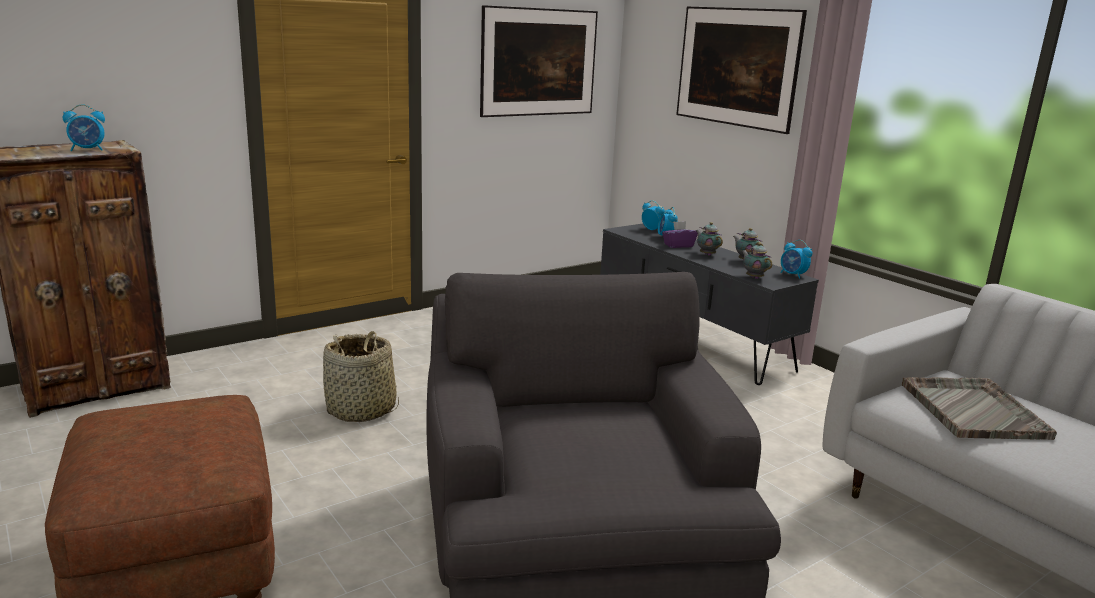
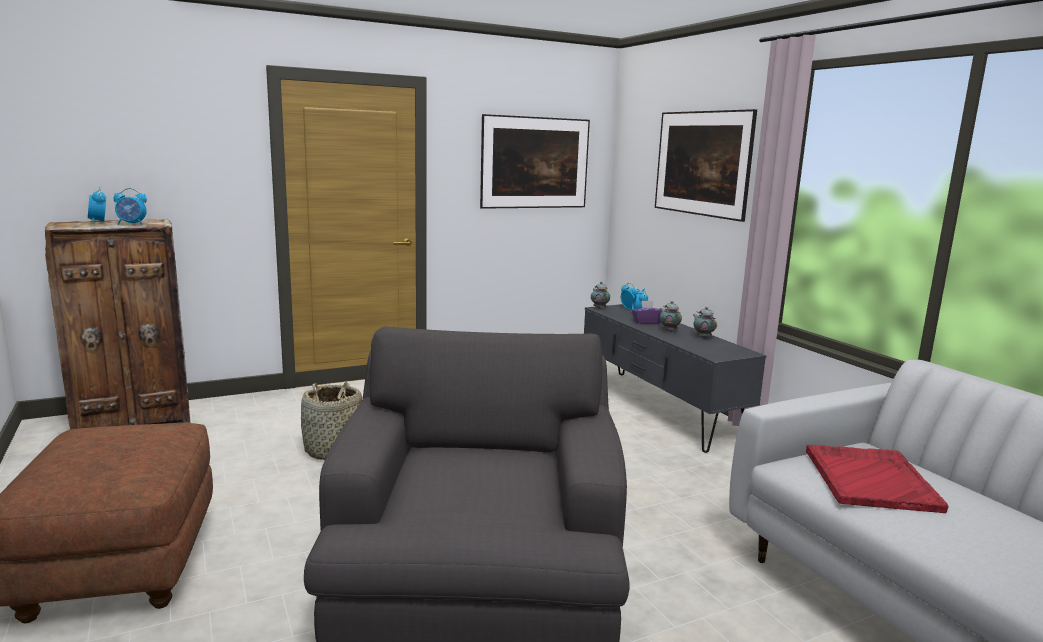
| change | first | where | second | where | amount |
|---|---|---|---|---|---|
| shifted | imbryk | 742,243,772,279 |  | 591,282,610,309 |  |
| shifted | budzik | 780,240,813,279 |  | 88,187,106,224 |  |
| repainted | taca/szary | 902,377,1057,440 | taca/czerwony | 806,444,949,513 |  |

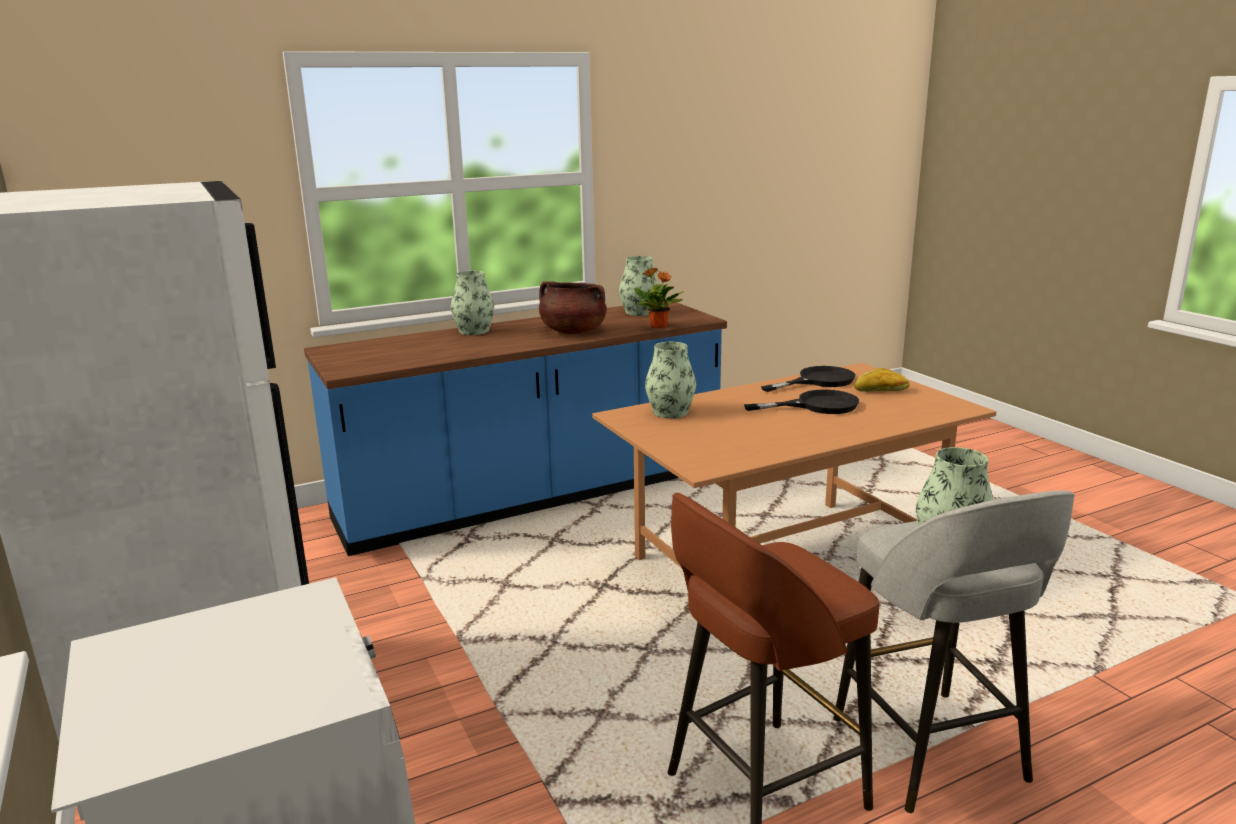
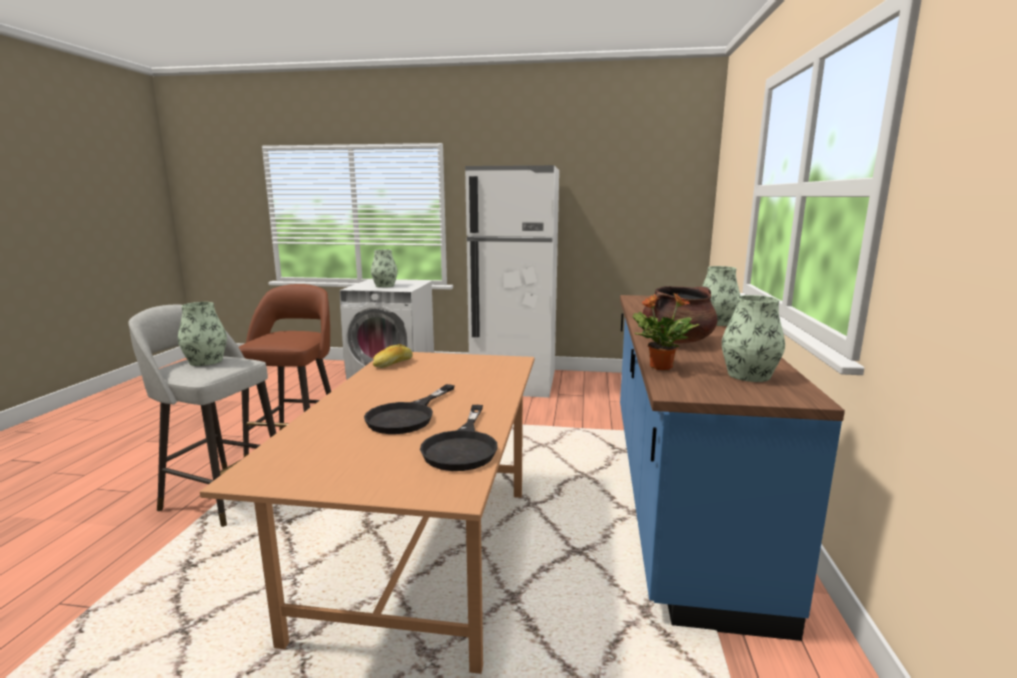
| change | first | where | second | where | amount |
|---|---|---|---|---|---|
| shifted | wazon | 645,342,696,419 |  | 371,249,398,288 |  |
| shifted | chleb | 854,368,910,392 |  | 373,344,413,368 |  |

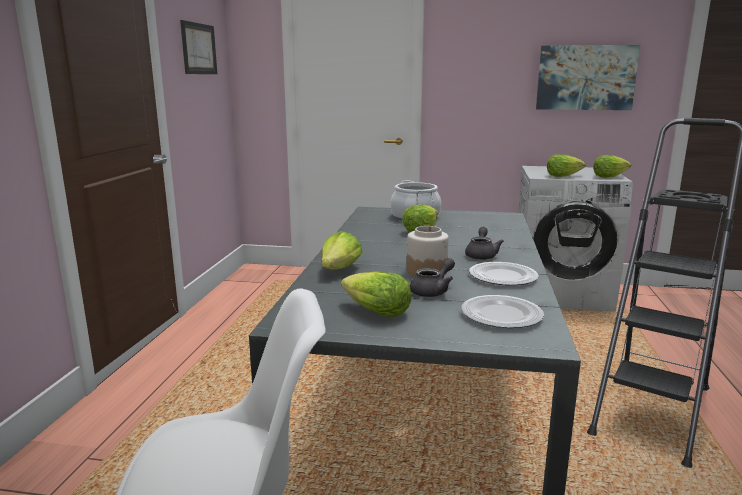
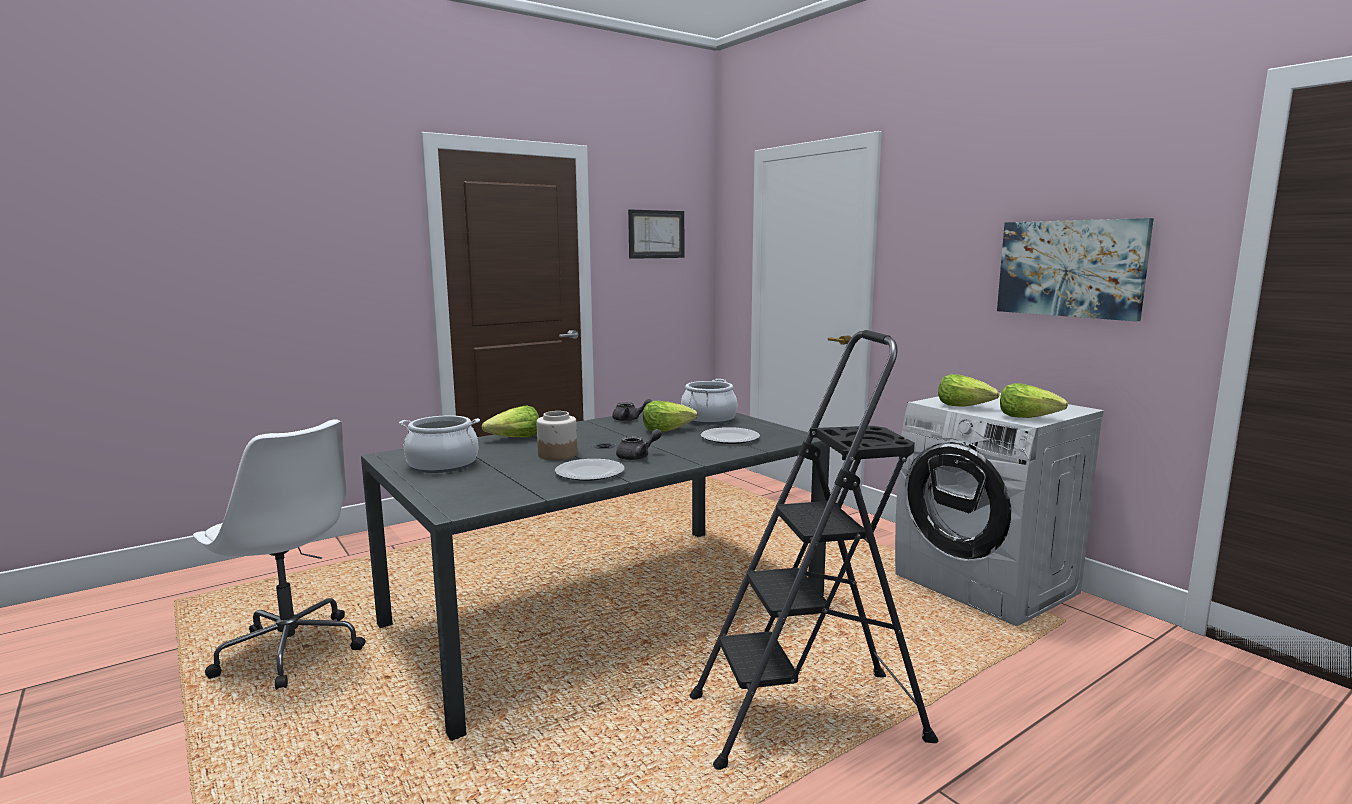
| change | first | where | second | where | amount |
|---|---|---|---|---|---|
| shifted | imbryk/szary | 410,258,455,297 |  | 612,399,652,421 |  |
| shifted | talerz | 461,295,544,328 |  | 701,427,760,444 |  |
| swapped | sałata | 341,272,411,317 | garnek | 399,416,480,473 |  |

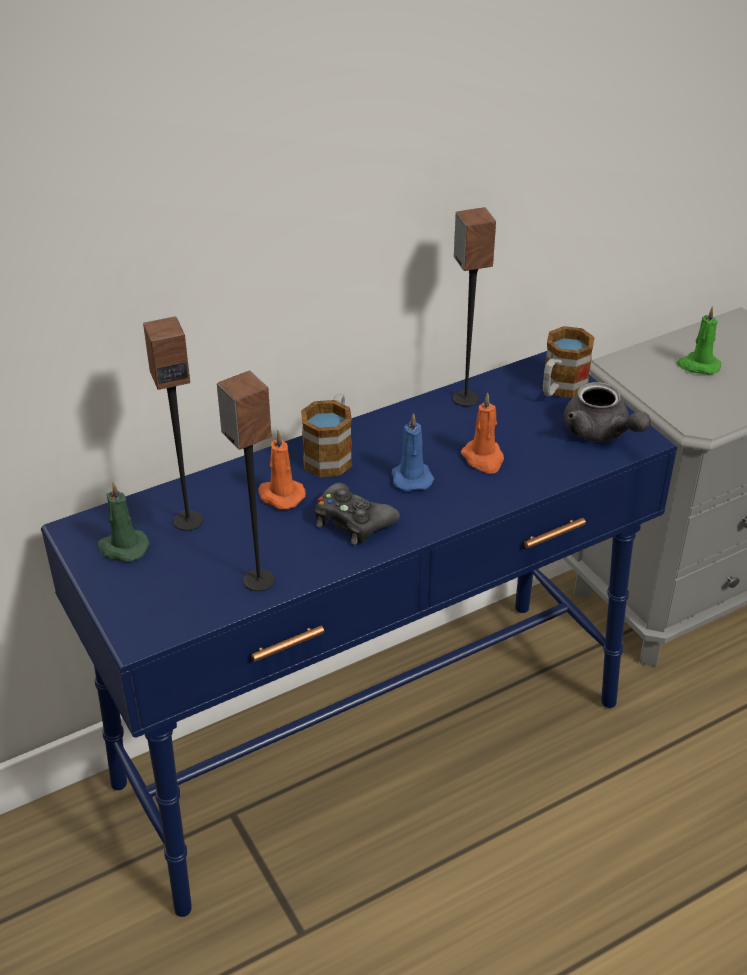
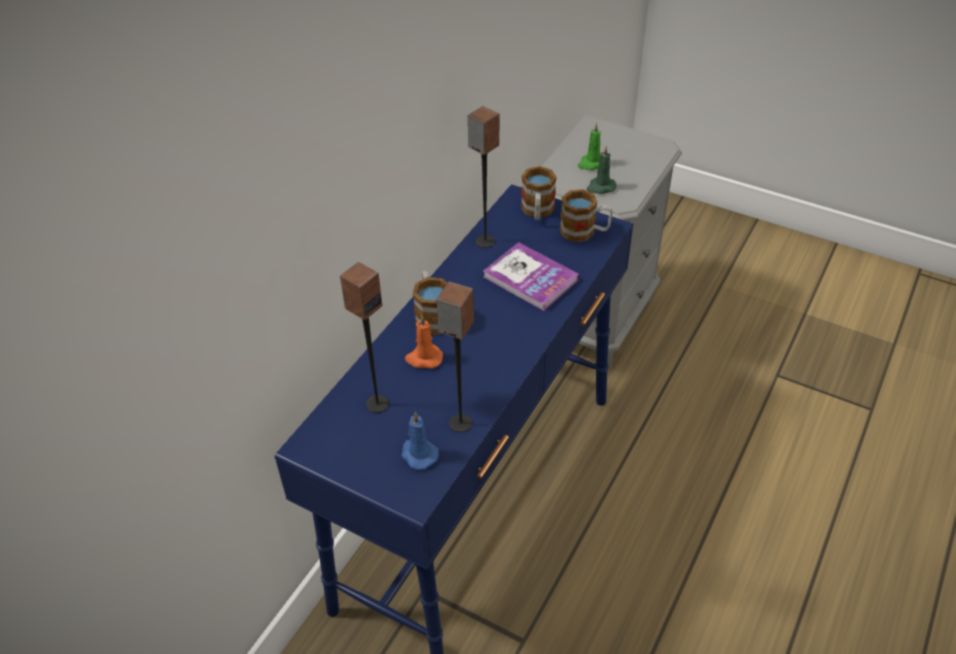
| change | first | where | second | where | amount |
|---|---|---|---|---|---|
| gone | pad do gier/czarny | 315,483,400,545 |  |  |  |
| shifted | świeca/zielony | 97,482,150,562 |  | 586,146,616,194 |  |
| shifted | świeca/niebieski | 391,413,434,491 |  | 401,412,439,470 |  |
| swapped | świeca/pomarańczowy | 461,393,504,474 | książka | 483,242,579,311 |  |
| swapped | imbryk/szary | 563,382,651,442 | kubek | 560,189,613,242 |  |

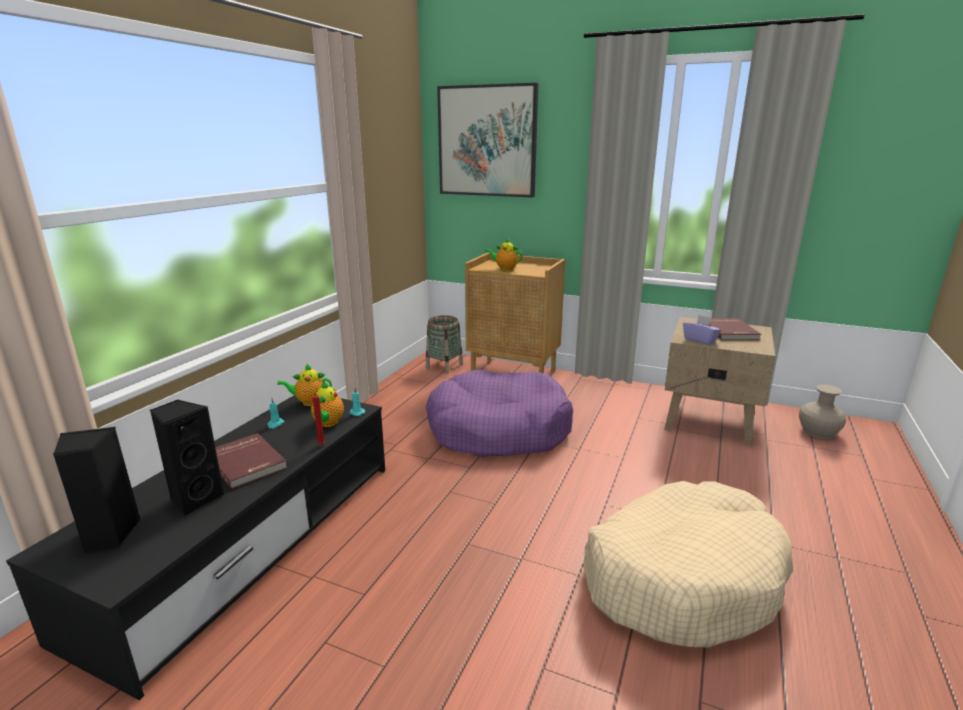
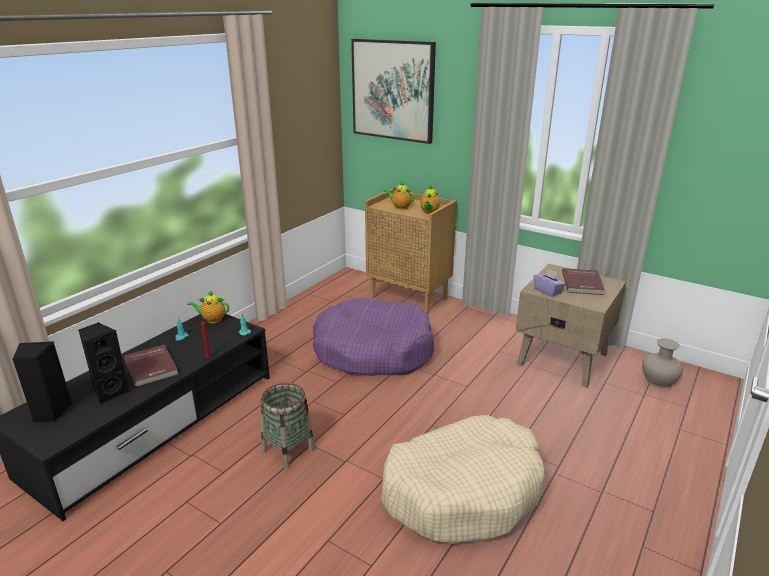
| change | first | where | second | where | amount |
|---|---|---|---|---|---|
| shifted | imbryk | 311,382,344,427 |  | 420,185,440,214 |  |
| shifted | koszyk | 426,315,463,374 |  | 261,383,315,469 |  |

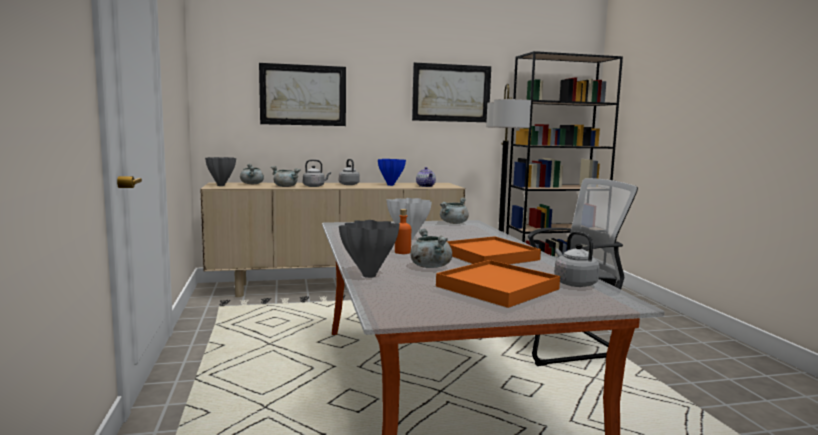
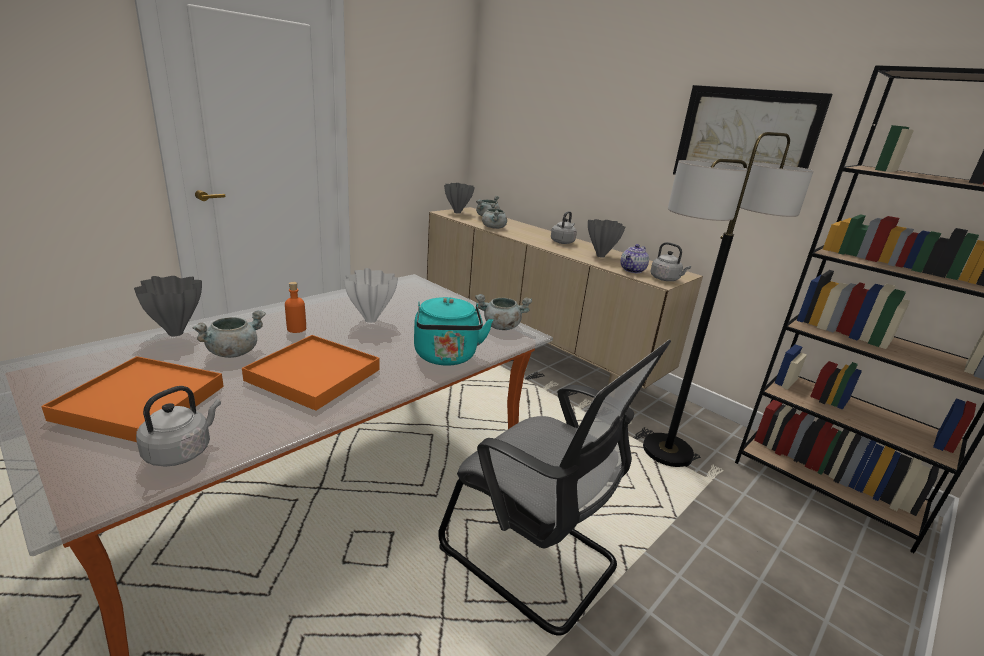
| change | first | where | second | where | amount |
|---|---|---|---|---|---|
| gone | obraz | 259,63,346,126 |  |  |  |
| new |  |  | czajnik/turkusowy | 414,297,493,366 |  |
| shifted | czajnik/szary | 303,159,331,187 |  | 651,242,691,281 |  |
| repainted | wazon/niebieski | 378,159,406,186 | wazon/szary | 588,219,625,258 |  |

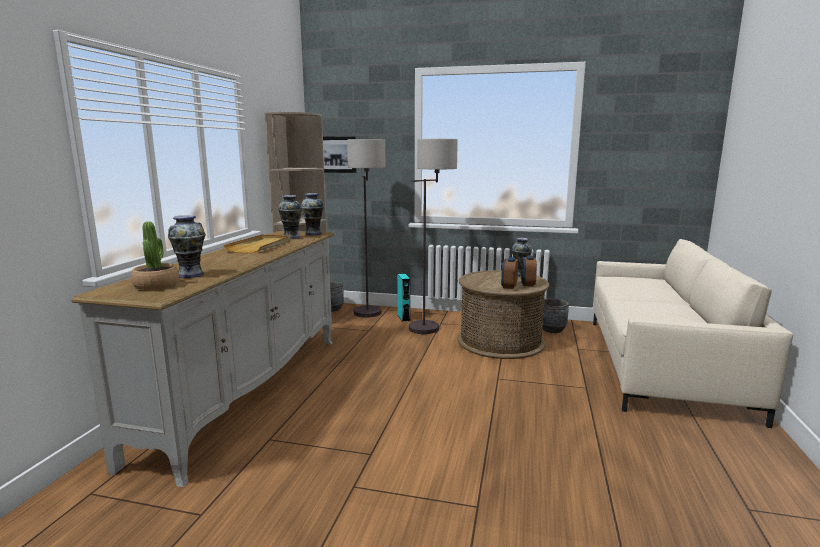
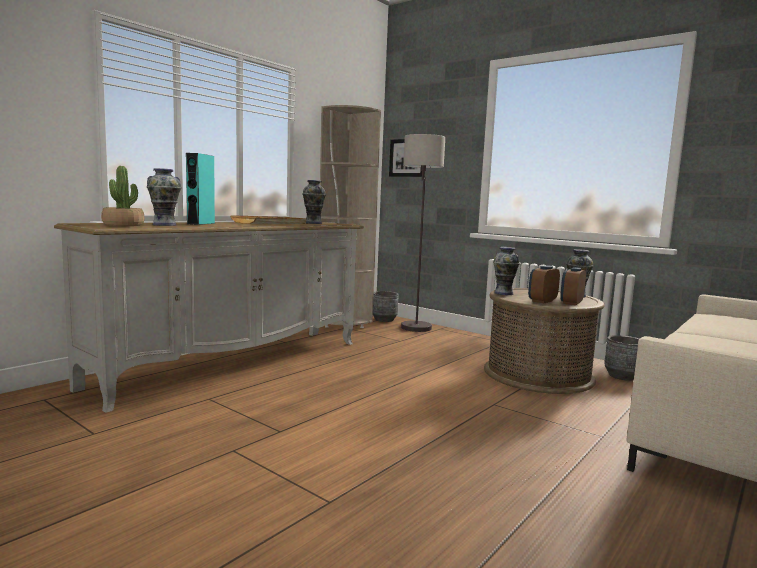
| change | first | where | second | where | amount |
|---|---|---|---|---|---|
| gone | lampa stojąca/szary | 409,139,458,334 |  |  |  |
| shifted | wazon | 301,193,324,235 |  | 493,247,520,295 |  |
| shifted | głośnik/turkusowy | 397,274,410,322 |  | 186,153,215,225 |  |

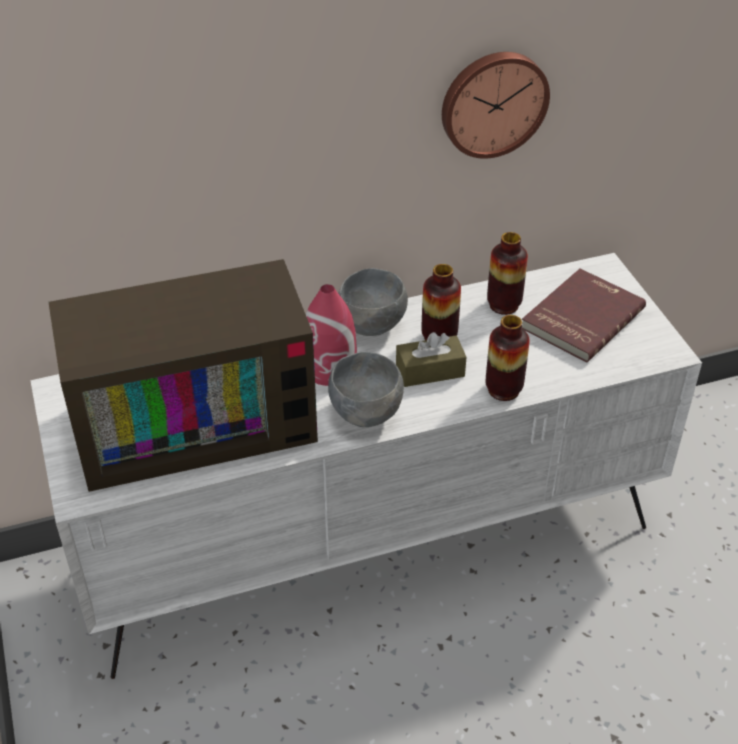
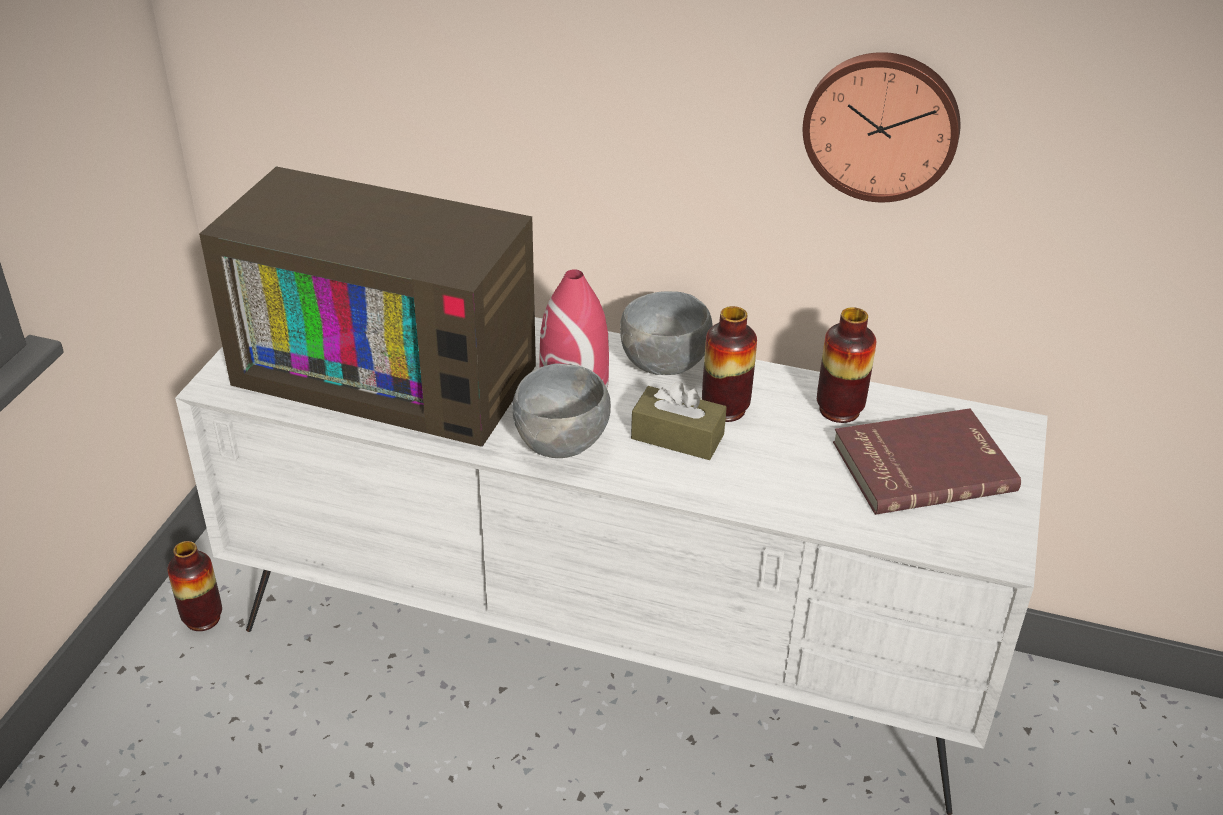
| change | first | where | second | where | amount |
|---|---|---|---|---|---|
| shifted | wazon | 486,315,530,401 |  | 167,541,222,631 |  |

